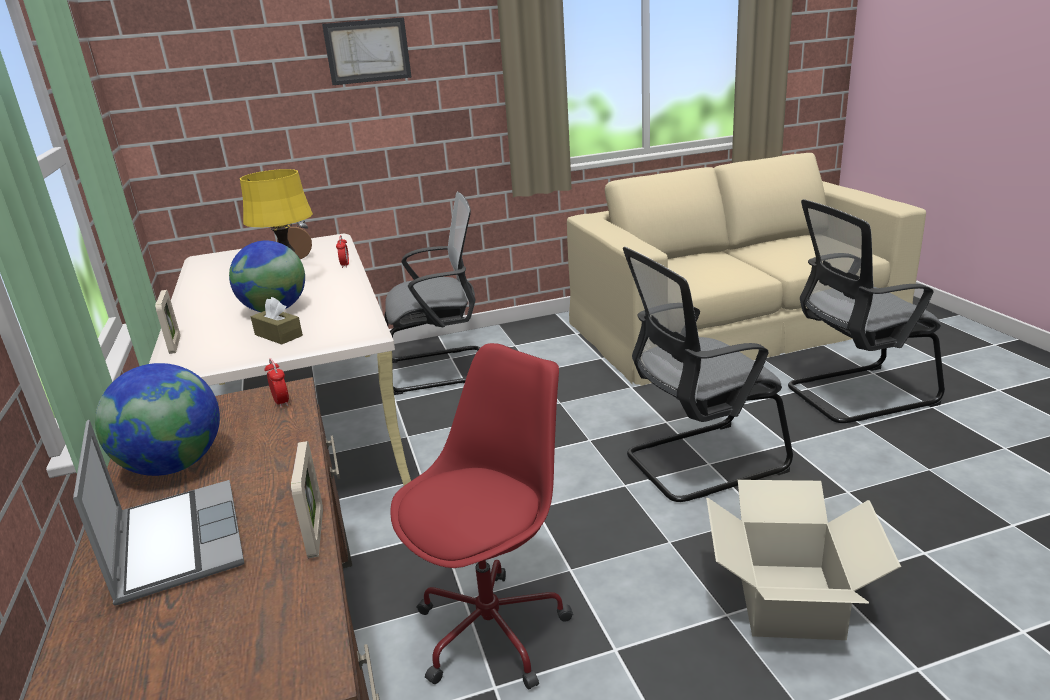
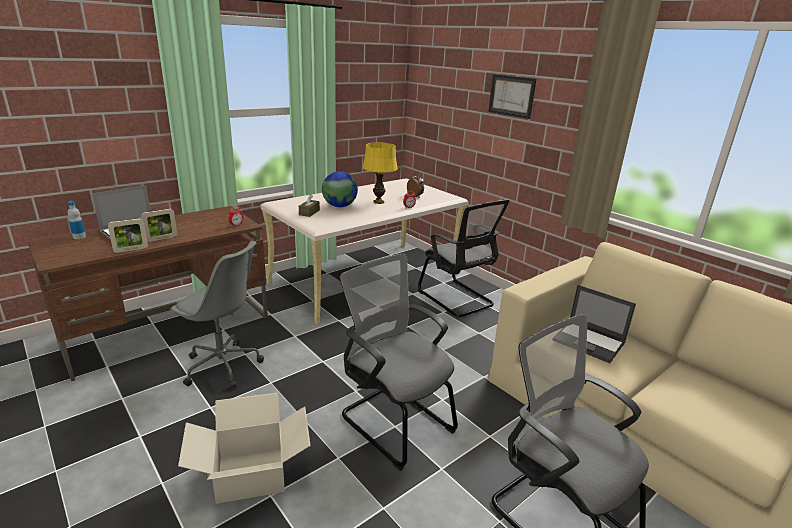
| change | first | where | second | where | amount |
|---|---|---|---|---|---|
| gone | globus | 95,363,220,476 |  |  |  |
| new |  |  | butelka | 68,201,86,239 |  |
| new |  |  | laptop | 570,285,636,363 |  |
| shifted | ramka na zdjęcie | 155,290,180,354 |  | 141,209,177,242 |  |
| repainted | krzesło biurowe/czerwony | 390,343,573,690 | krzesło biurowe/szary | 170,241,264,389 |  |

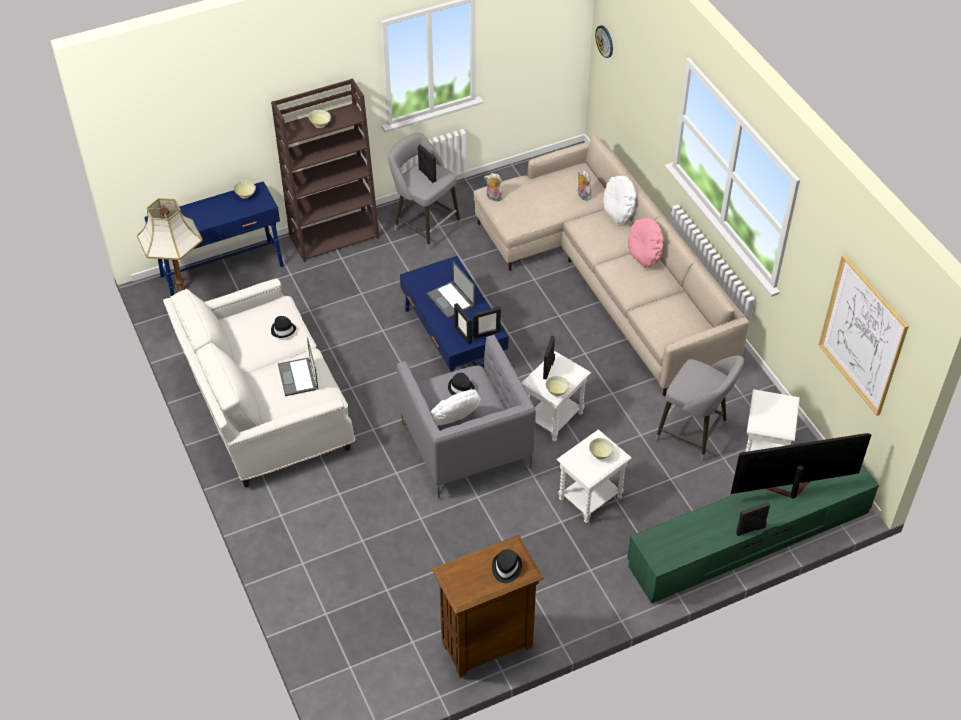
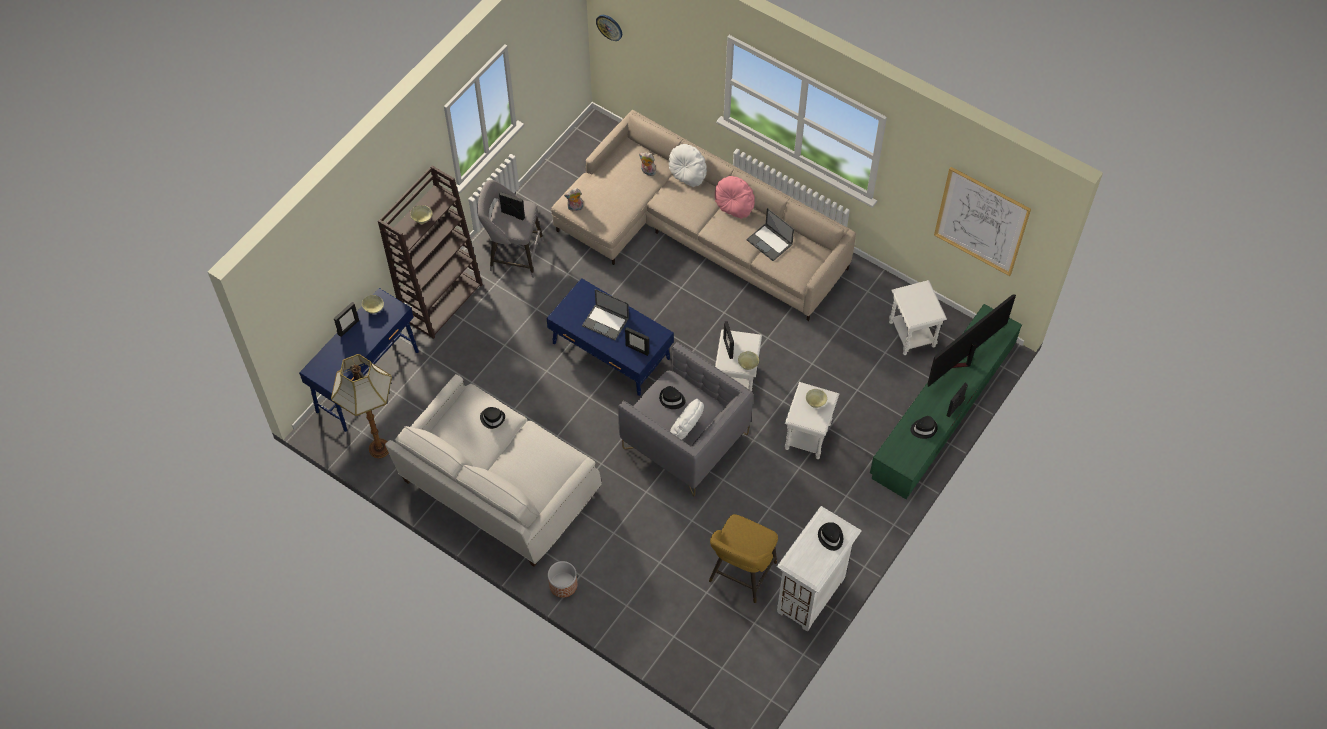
| change | first | where | second | where | amount |
|---|---|---|---|---|---|
| gone | stołek/szary | 655,356,744,461 |  |  |  |
| new |  |  | donica | 548,561,577,598 |  |
| new |  |  | stołek/żółty | 709,514,778,603 |  |
| new |  |  | kapelusz/czarny | 910,416,938,439 |  |
| shifted | laptop | 278,337,318,396 |  | 747,208,794,261 |  |
| shifted | ramka na zdjęcie | 473,307,501,339 |  | 334,302,359,337 |  |
| repainted | szafka/brązowy | 432,535,544,677 | szafka/biały | 777,506,862,632 |  |

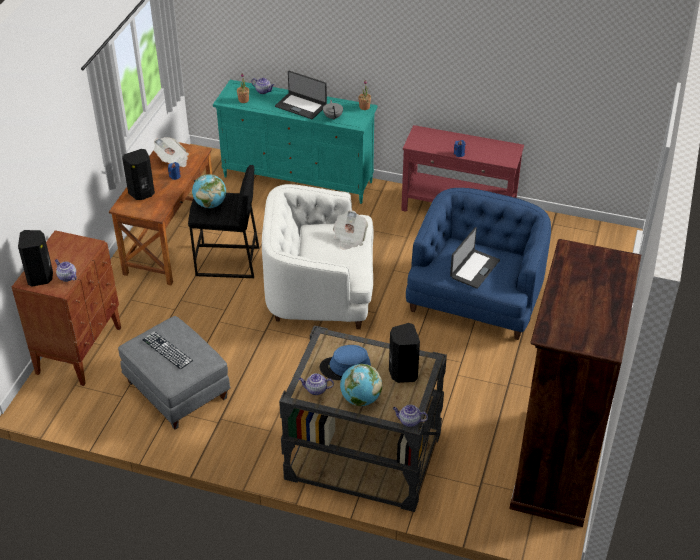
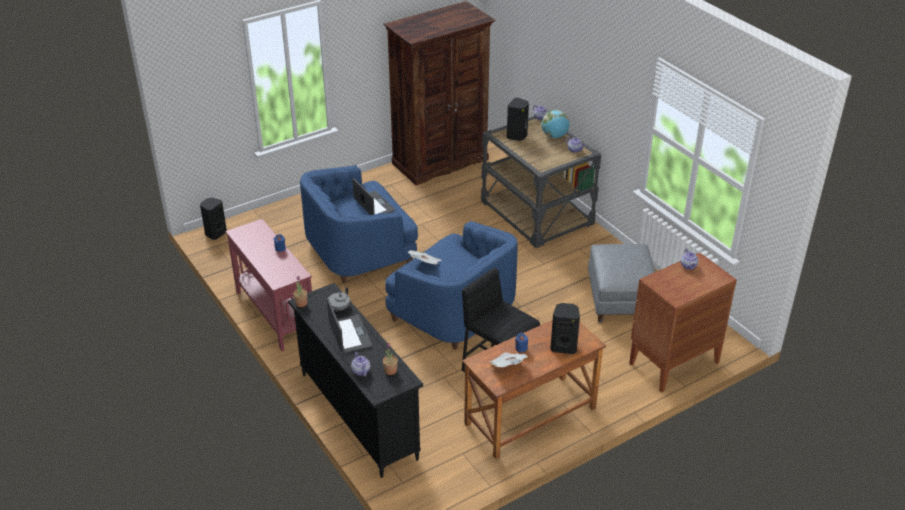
| change | first | where | second | where | amount |
|---|---|---|---|---|---|
| gone | klawiatura | 142,331,193,370 |  |  |  |
| gone | globus | 192,174,226,208 |  |  |  |
| gone | kapelusz/niebieski | 320,345,371,380 |  |  |  |
| shifted | głośnik/czarny | 18,230,53,287 |  | 200,198,227,240 |  |
| repainted | komoda/turkusowy | 213,80,377,204 | komoda/czarny | 288,283,423,478 |  |
| repainted | fotel/biały | 262,184,374,329 | fotel/niebieski | 385,221,518,350 |  |
| rotated | laptop | 450,227,500,289 |  | 352,178,396,215 | 75 degrees clockwise |

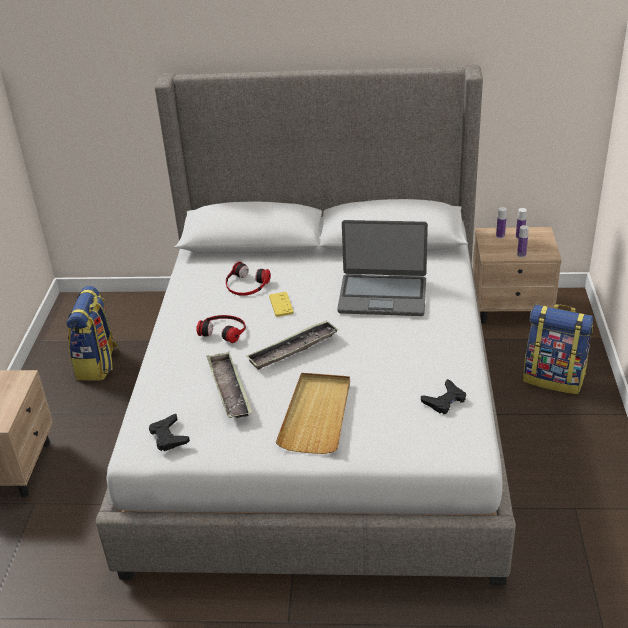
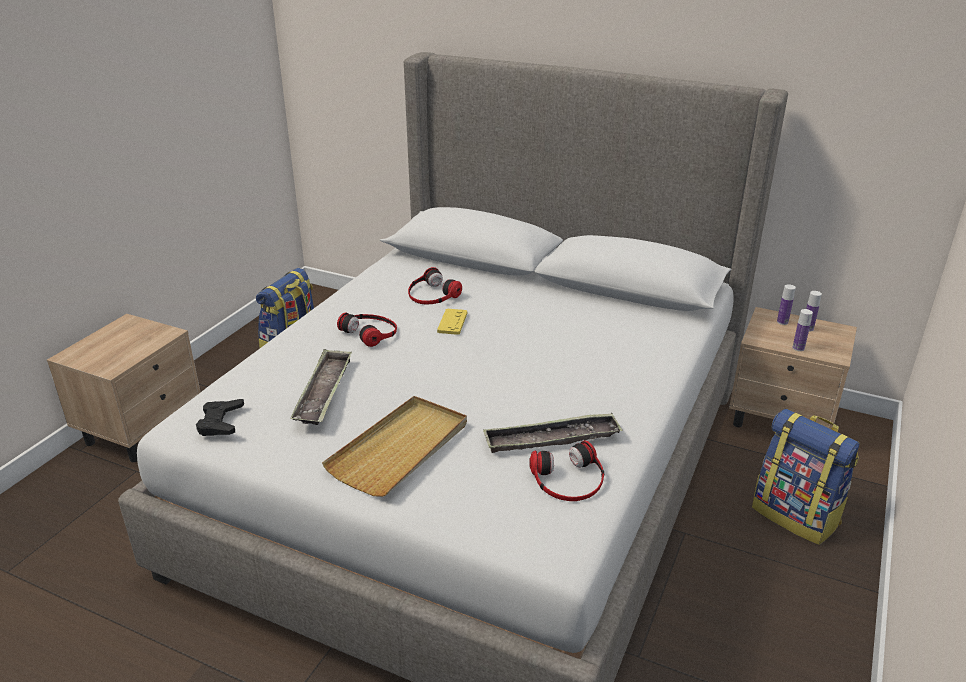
| change | first | where | second | where | amount |
|---|---|---|---|---|---|
| gone | laptop | 337,220,428,316 |  |  |  |
| shifted | taca | 246,320,338,370 |  | 483,413,623,453 |  |
| swapped | pad do gier/czarny | 421,379,466,414 | słuchawki | 529,440,604,501 |  |

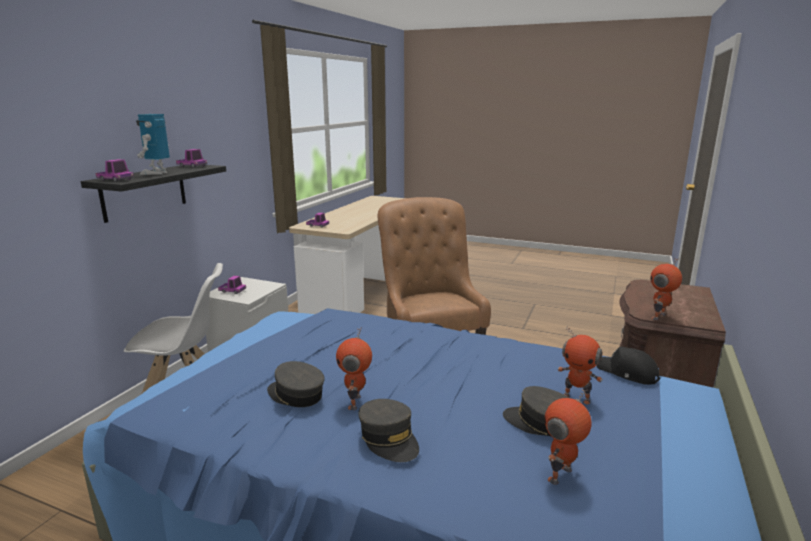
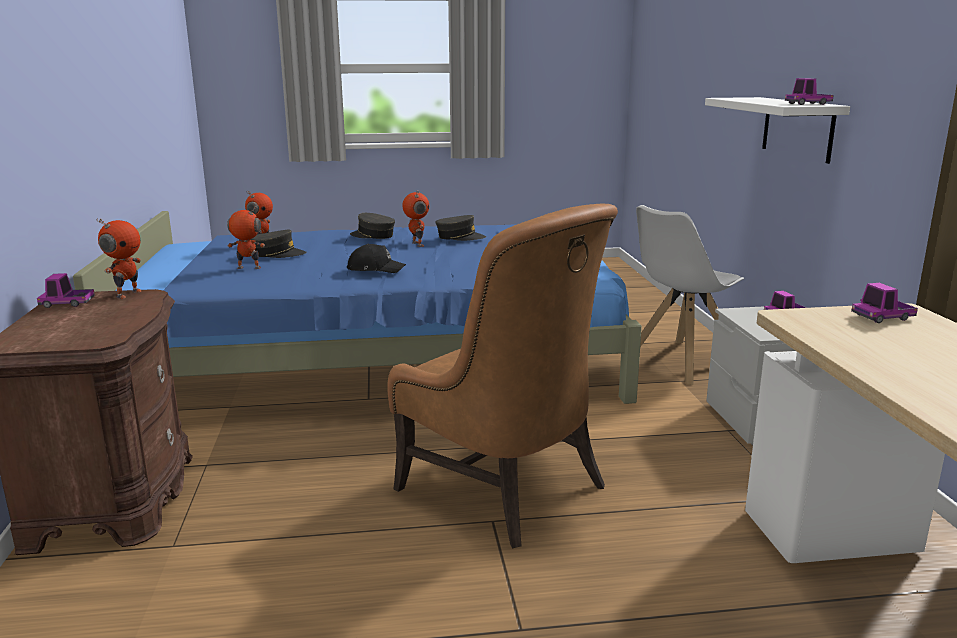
| change | first | where | second | where | amount |
|---|---|---|---|---|---|
| gone | robot zabawkowy | 136,114,170,175 |  |  |  |
| shifted | ciężarówka zabawkowa | 95,159,134,182 |  | 37,273,95,308 |  |
| shifted | czapka z daszkiem/czarny | 596,347,660,385 |  | 347,244,406,273 |  |
| repainted | półka/czarny | 81,165,226,223 | półka/biały | 705,97,850,164 |  |

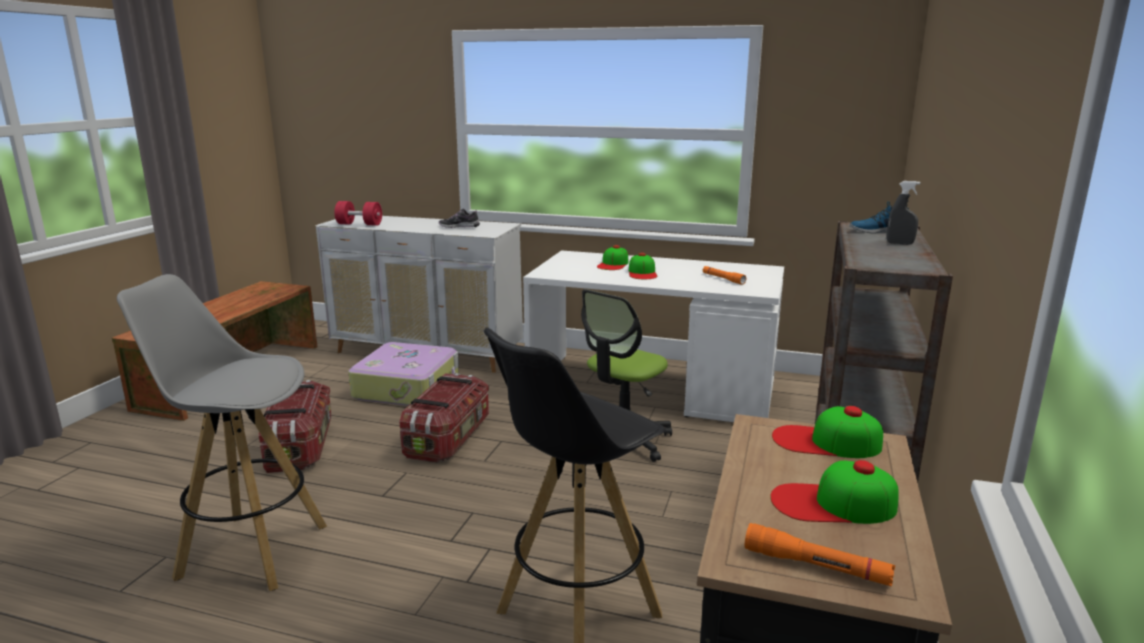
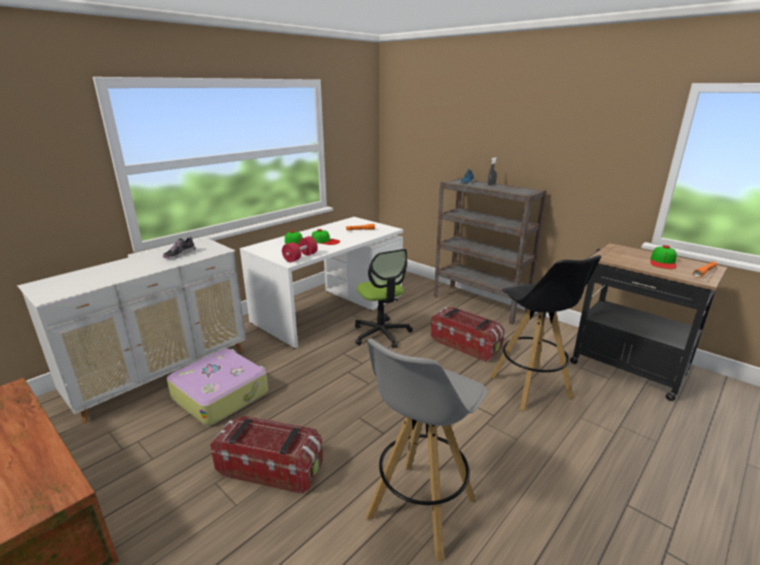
| change | first | where | second | where | amount |
|---|---|---|---|---|---|
| gone | czapka z daszkiem | 772,406,883,458 |  |  |  |
| shifted | hantel/czerwony | 334,201,382,226 |  | 282,236,318,262 |  |
| shifted | pojemnik do przechowywania | 399,373,489,463 |  | 431,307,505,362 |  |

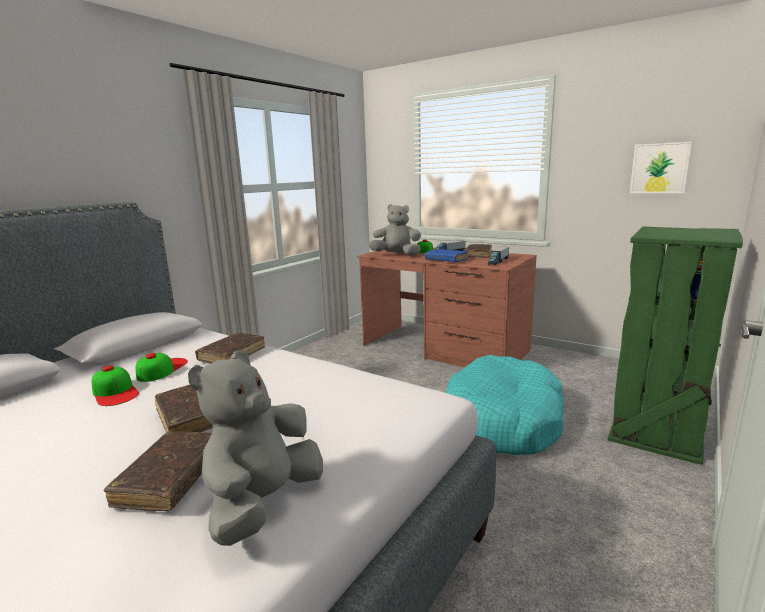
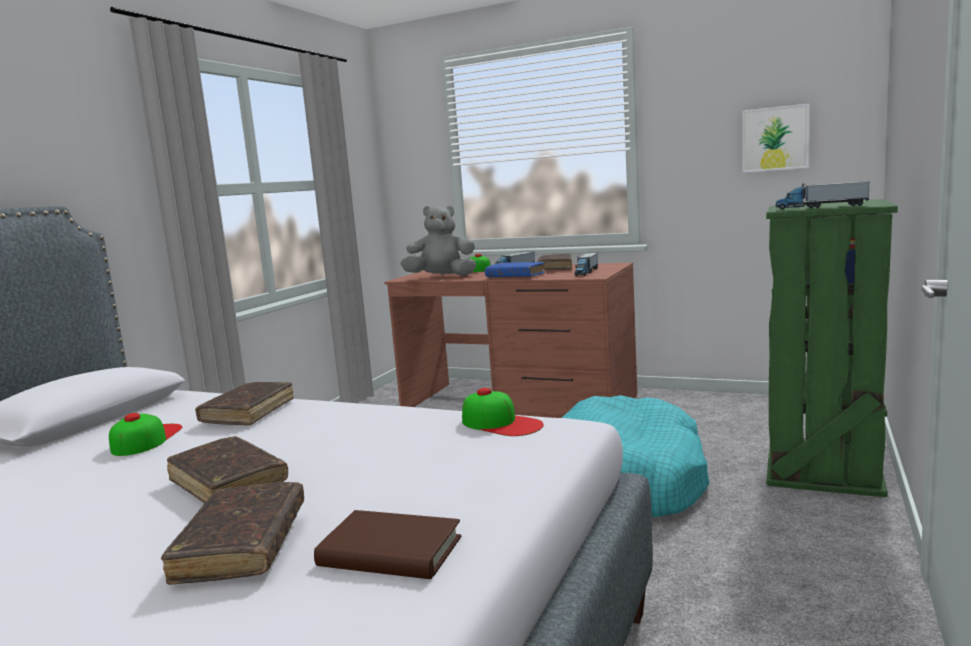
| change | first | where | second | where | amount |
|---|---|---|---|---|---|
| new |  |  | ciężarówka zabawkowa | 775,181,869,209 |  |
| shifted | czapka z daszkiem | 92,366,139,406 |  | 462,388,544,436 |  |
| swapped | pluszak/szary | 188,350,323,546 | książka/brązowy | 314,510,461,579 |  |

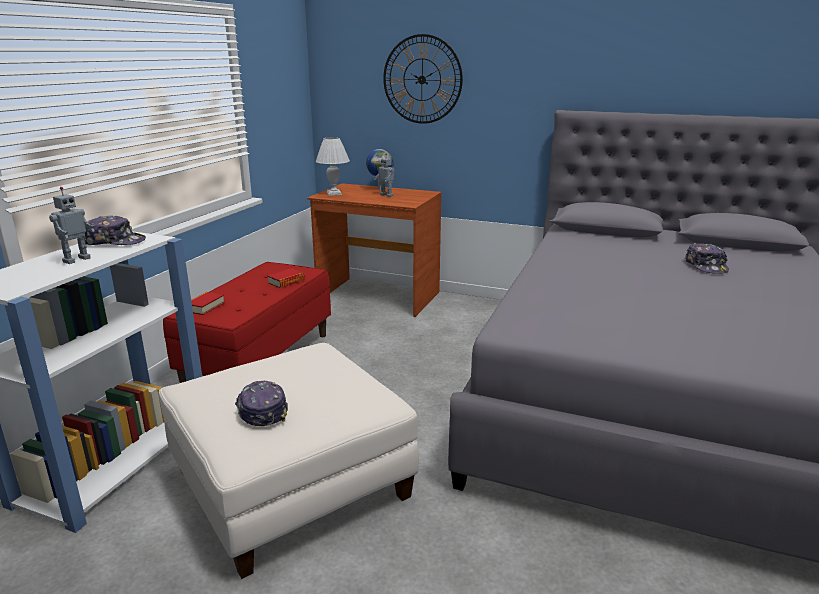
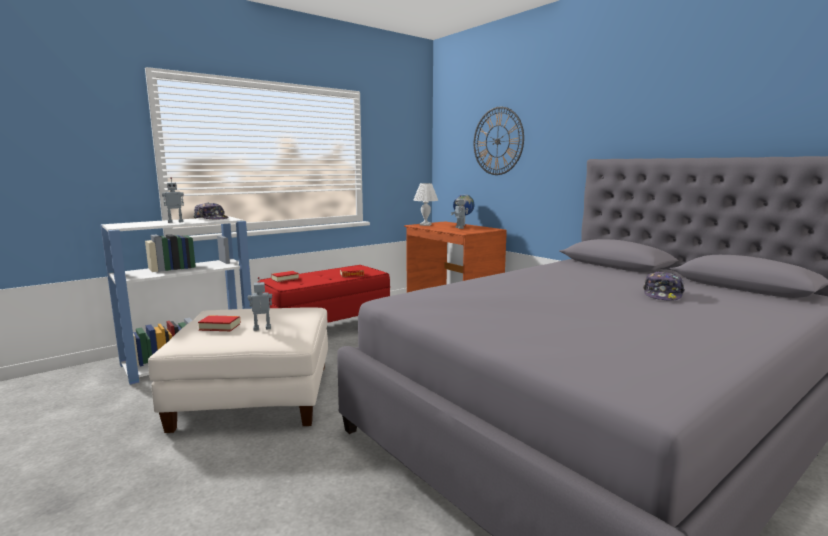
| change | first | where | second | where | amount |
|---|---|---|---|---|---|
| new |  |  | robot zabawkowy | 248,277,272,331 |  |
| swapped | czapka z daszkiem | 235,381,288,426 | książka | 198,315,241,331 |  |

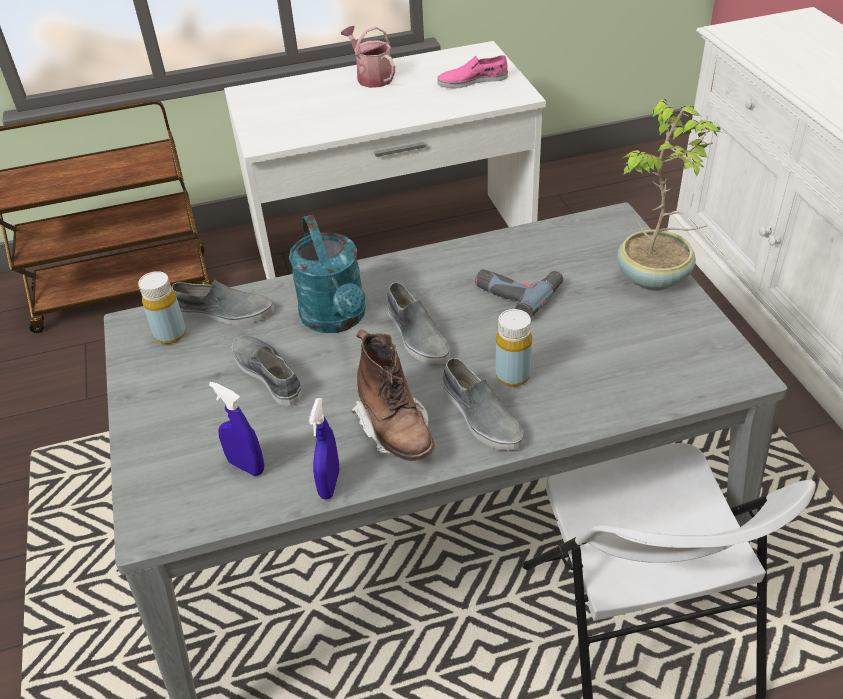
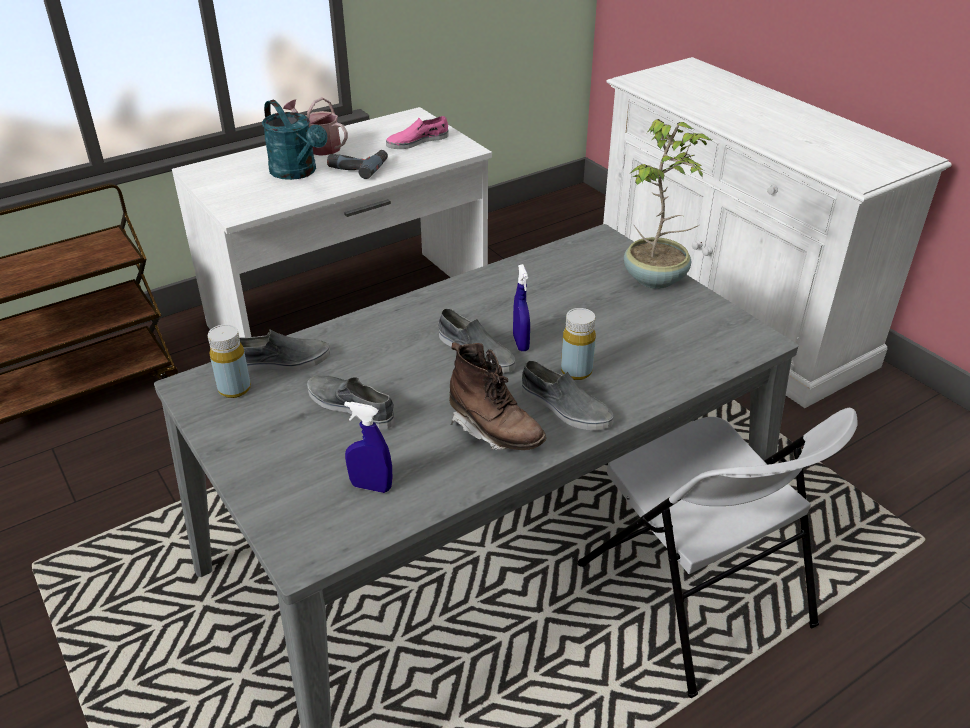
| change | first | where | second | where | amount |
|---|---|---|---|---|---|
| shifted | konewka/turkusowy | 289,215,366,333 |  | 262,100,327,180 |  |
| shifted | spryskiwacz/niebieski | 309,398,340,500 |  | 513,264,530,351 |  |
| shifted | wiertarka | 475,269,563,318 |  | 327,150,388,179 |  |

